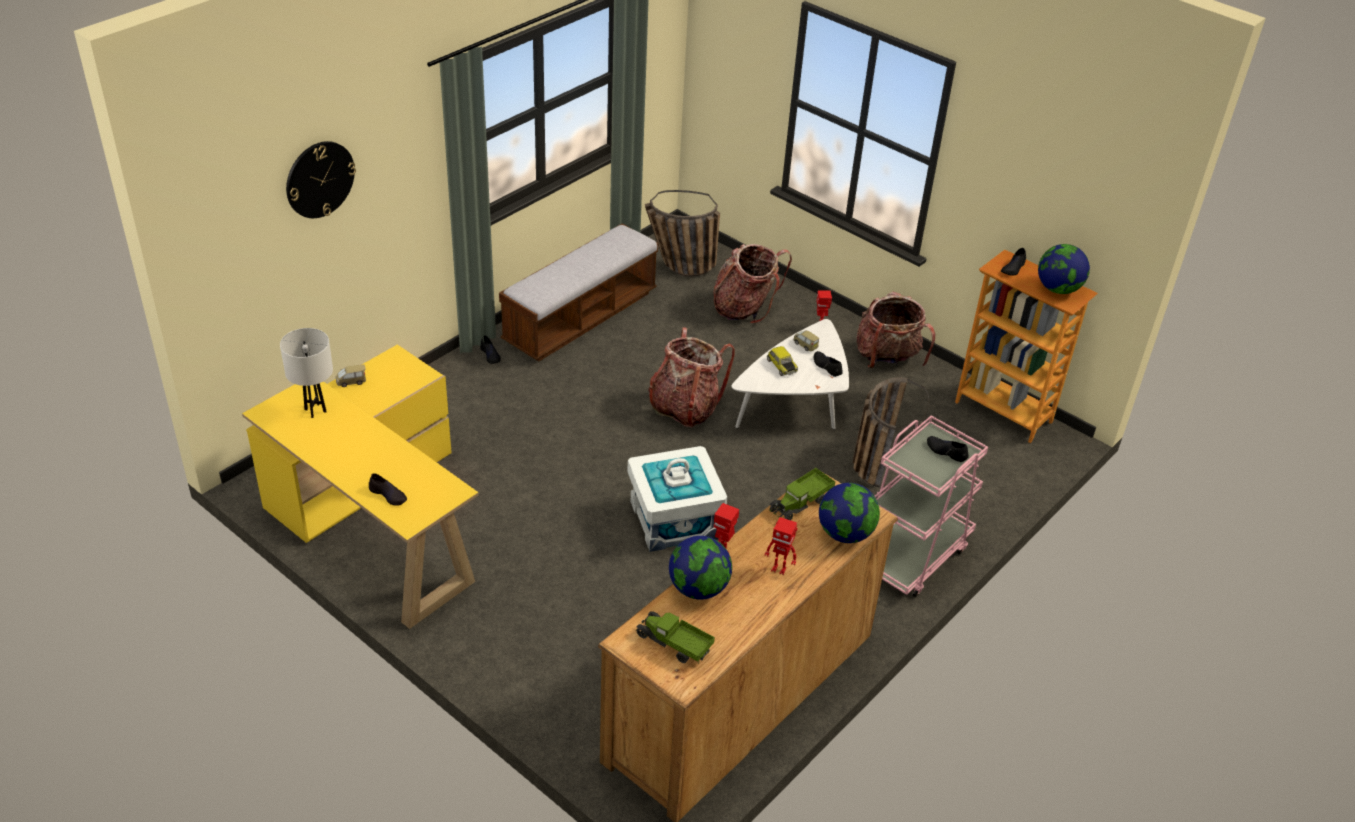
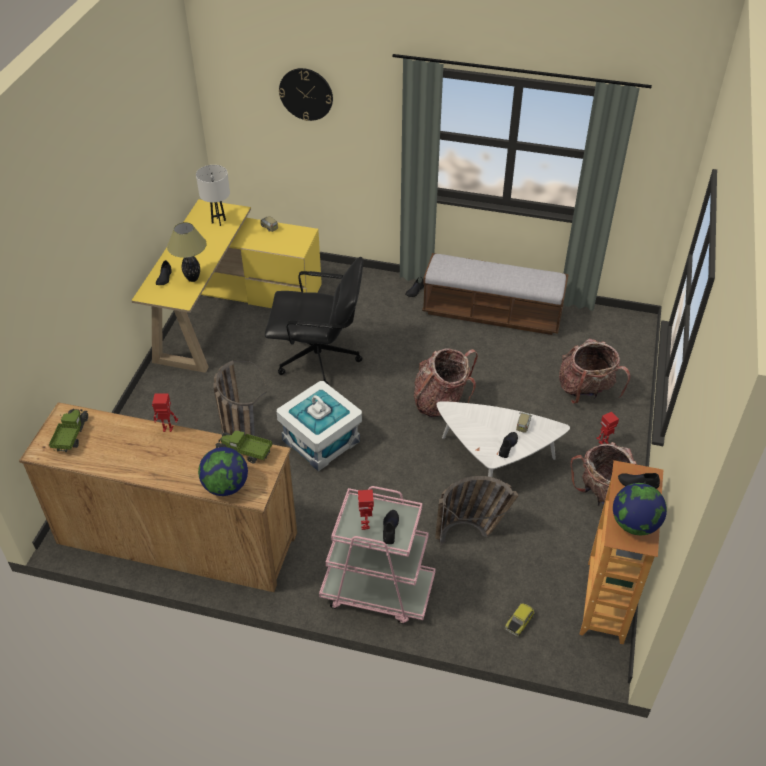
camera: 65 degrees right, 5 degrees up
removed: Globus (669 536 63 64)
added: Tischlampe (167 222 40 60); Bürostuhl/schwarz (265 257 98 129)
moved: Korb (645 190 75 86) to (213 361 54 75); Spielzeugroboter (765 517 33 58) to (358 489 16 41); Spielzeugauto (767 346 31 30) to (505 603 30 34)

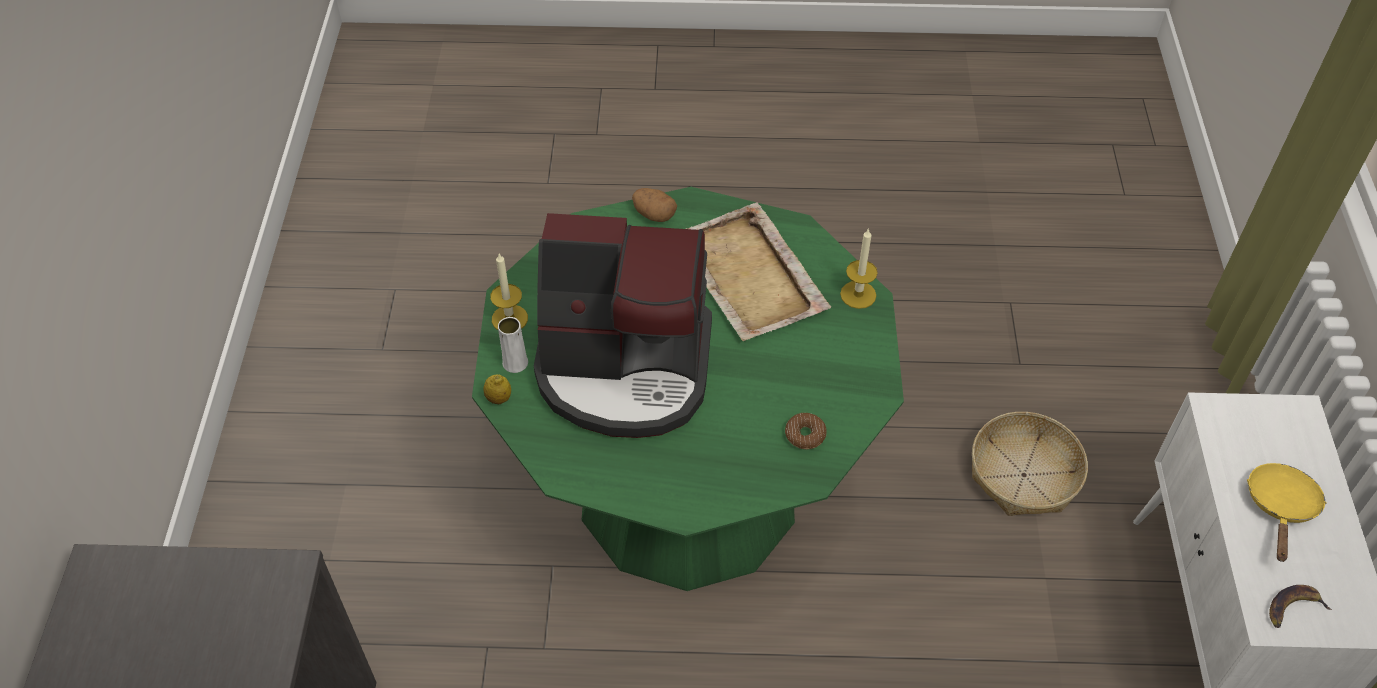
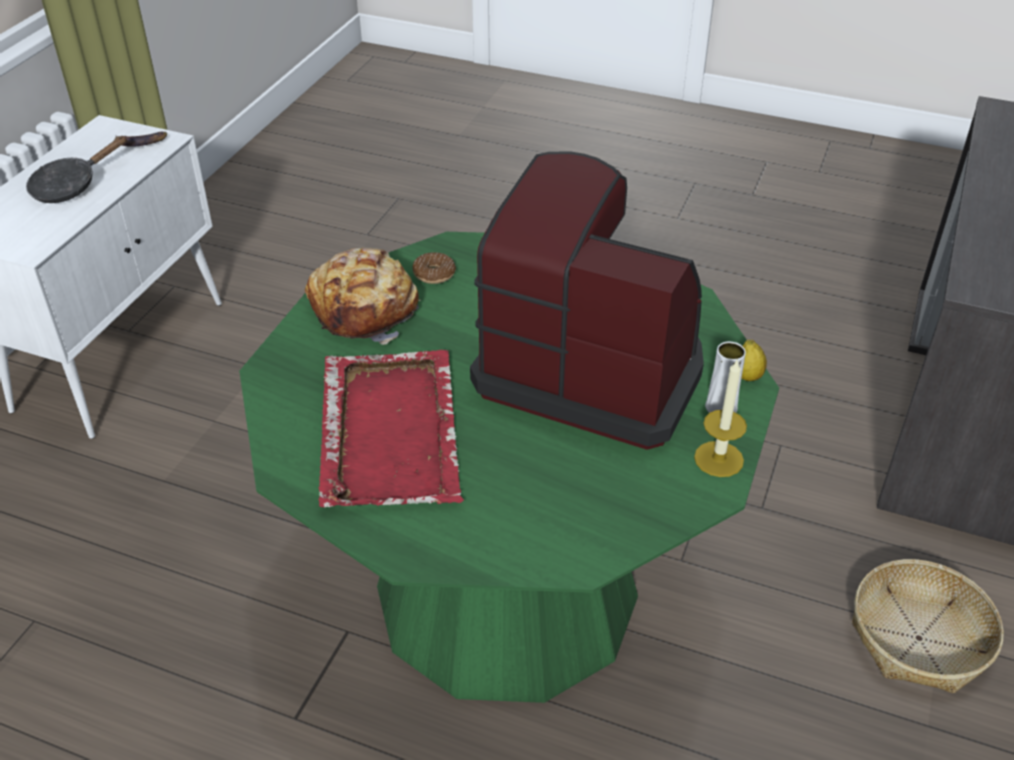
camera: 160 degrees left, 10 degrees down
removed: Kartoffel (632 188 45 34); Kerze (840 228 38 81)
added: Brot (305 248 116 97)
moved: Korb (972 412 116 104) to (852 559 152 134)
recoloured: Tablett/beige (686 202 145 139) to Tablett/rot (318 350 146 157); Pfanne/gelb (1247 463 80 99) to Pfanne/schwarz (26 136 101 67)

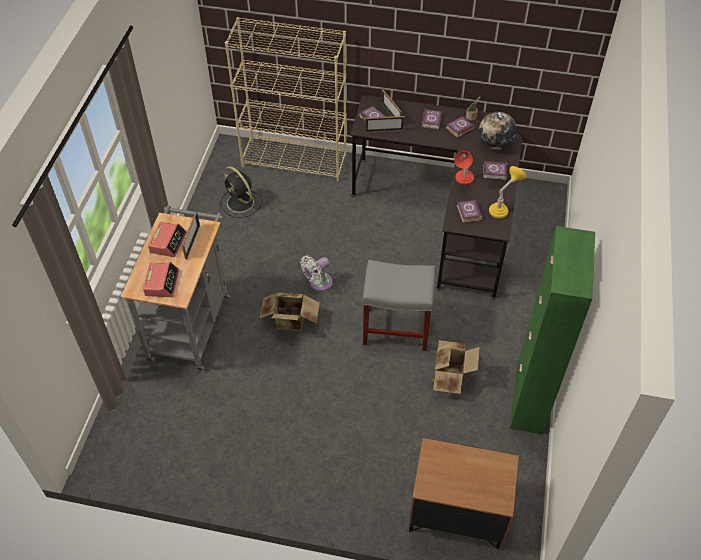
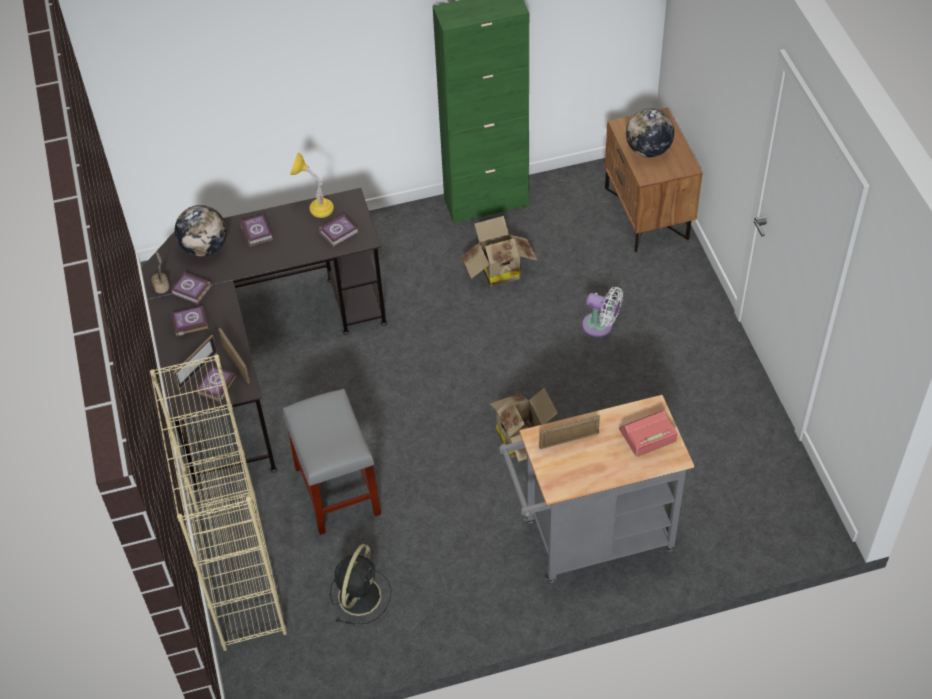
camera: 115 degrees left, 0 degrees up
removed: Wecker (148 222 39 35); Tischlampe/rot (454 151 20 34)
added: Globus (626 108 48 49)
moved: Ventilator/weiß (301 256 32 35) to (582 287 41 50); Hocker/grau (363 260 72 91) to (283 389 98 146)

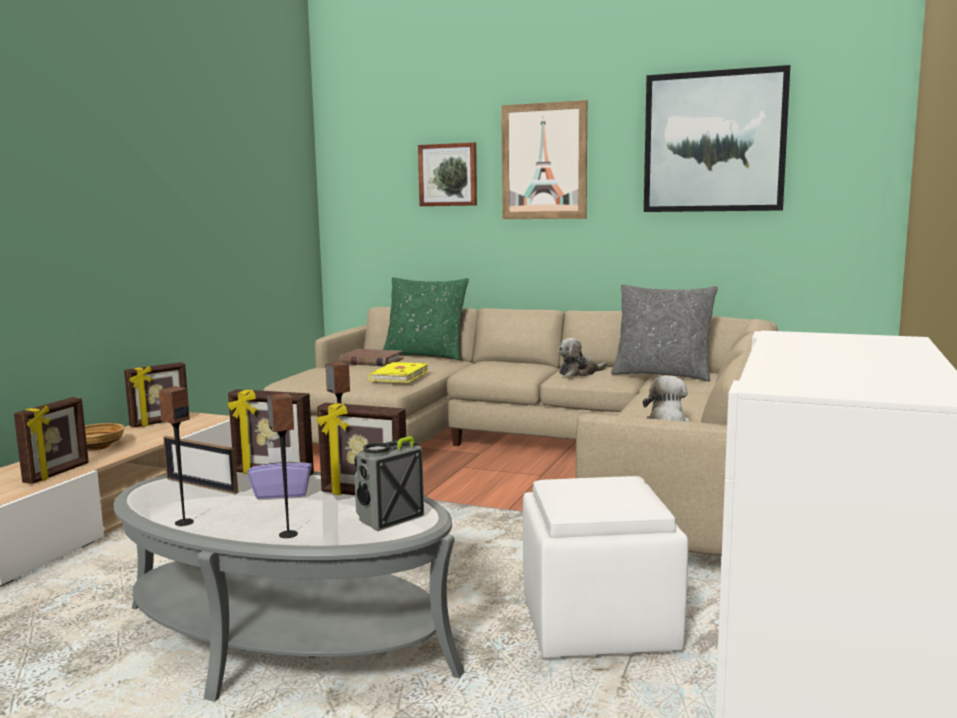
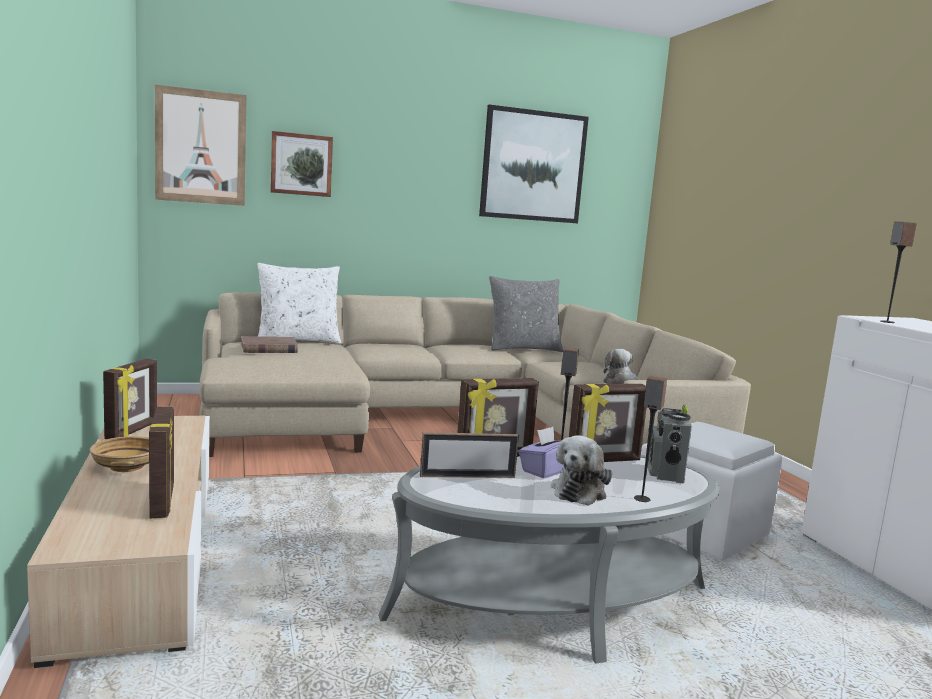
camera: 40 degrees left, 0 degrees up
removed: Buch/gelb (369 362 60 20)
moved: Lautsprecher (159 386 35 140) to (881 222 36 101); Bild (501 100 86 119) to (155 85 92 121); Plüschtier (558 338 49 39) to (551 436 61 70)
recoloured: Kissen/grün (383 277 86 83) to Kissen/weiß (257 263 84 81)

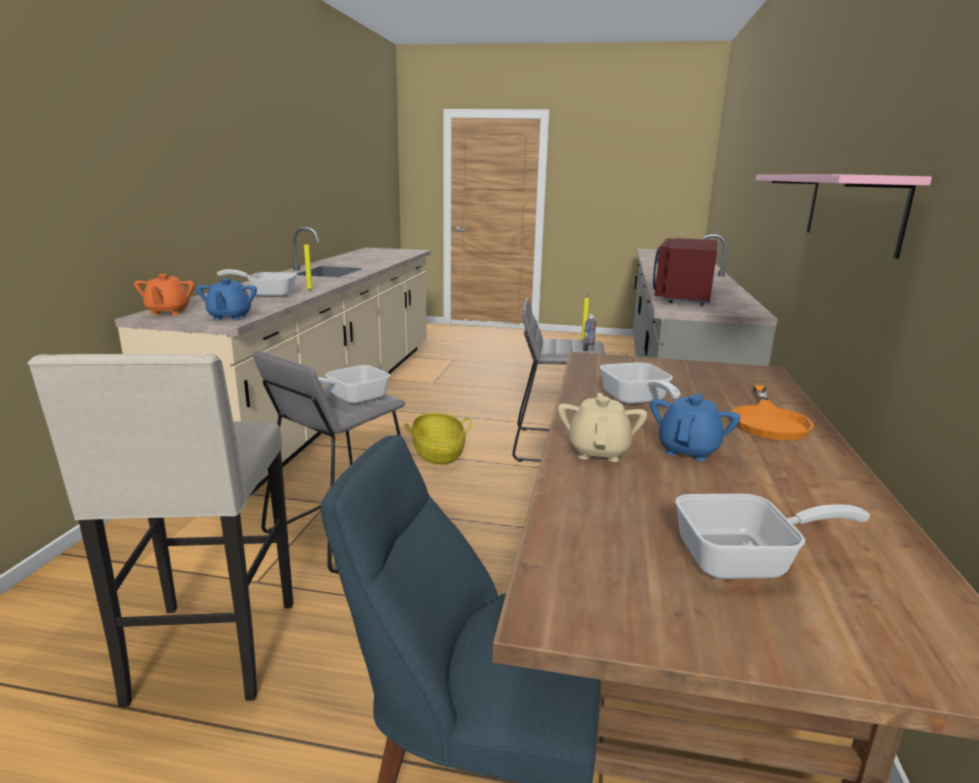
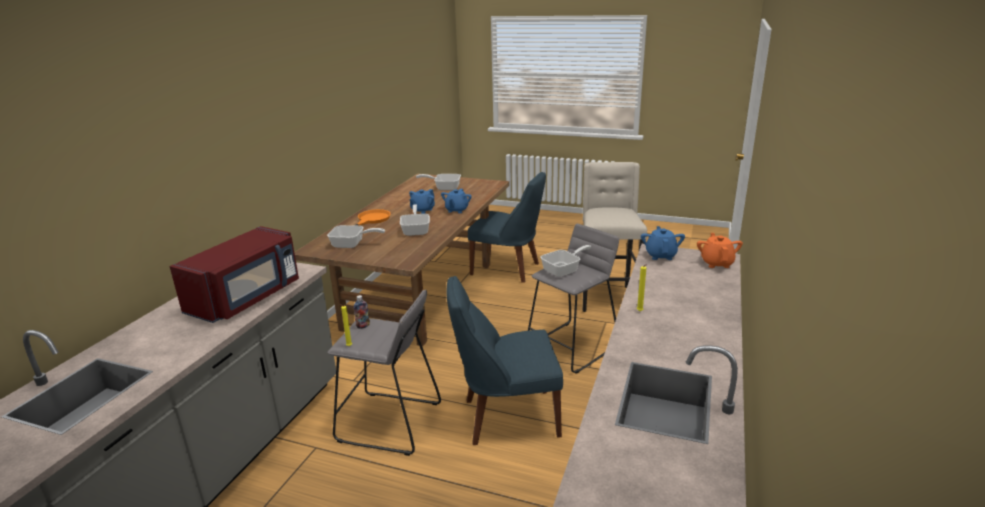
camera: 170 degrees left, 5 degrees up
removed: Wandregal/rosa (756 174 176 85)
moved: Pfanne (217 269 80 28) to (327 225 58 23)
replaced: Korb (404 413 68 52) to Stuhl/blau (446 276 117 169)
recoloured: Teekanne/beige (558 393 89 69) to Teekanne/blau (441 189 31 24)

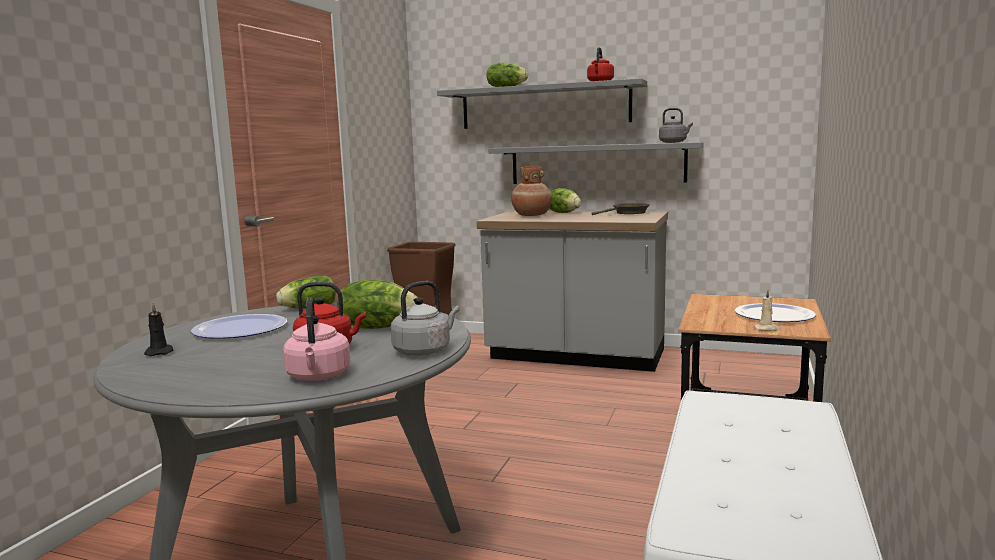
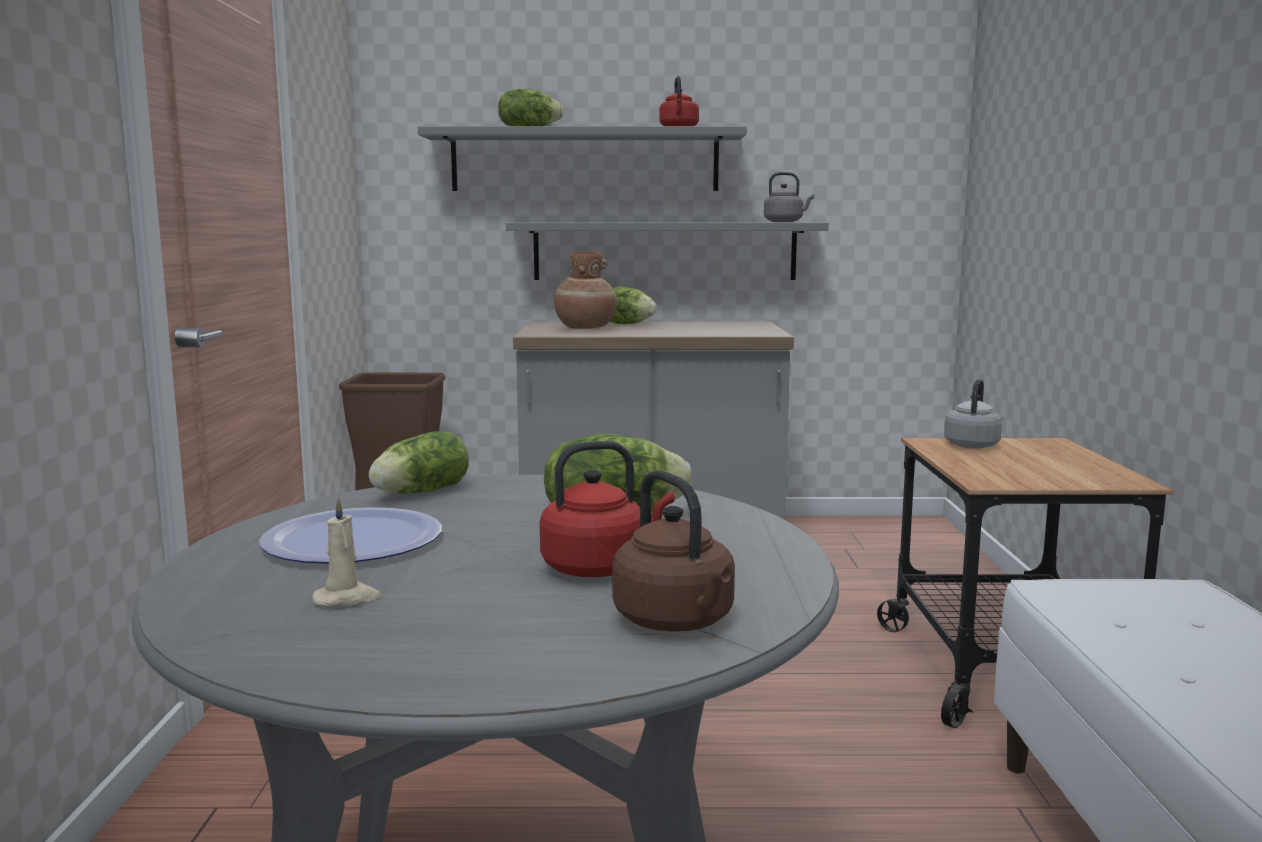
camera: 20 degrees left, 0 degrees up
removed: Kerze/schwarz (144 303 29 53); Pfanne/braun (591 203 59 12); Teller (735 303 81 19)
moved: Wasserkessel/grau (391 281 69 75) to (944 379 58 70); Kerze/beige (754 289 27 42) to (312 496 69 110)
recoloured: Wasserkessel/rosa (283 297 67 84) to Wasserkessel/braun (612 470 123 162)

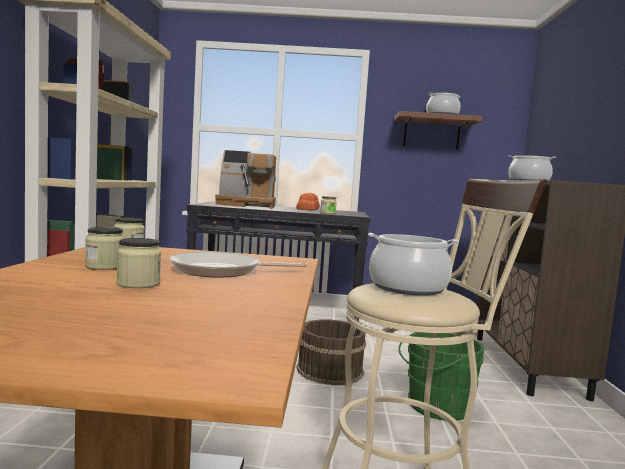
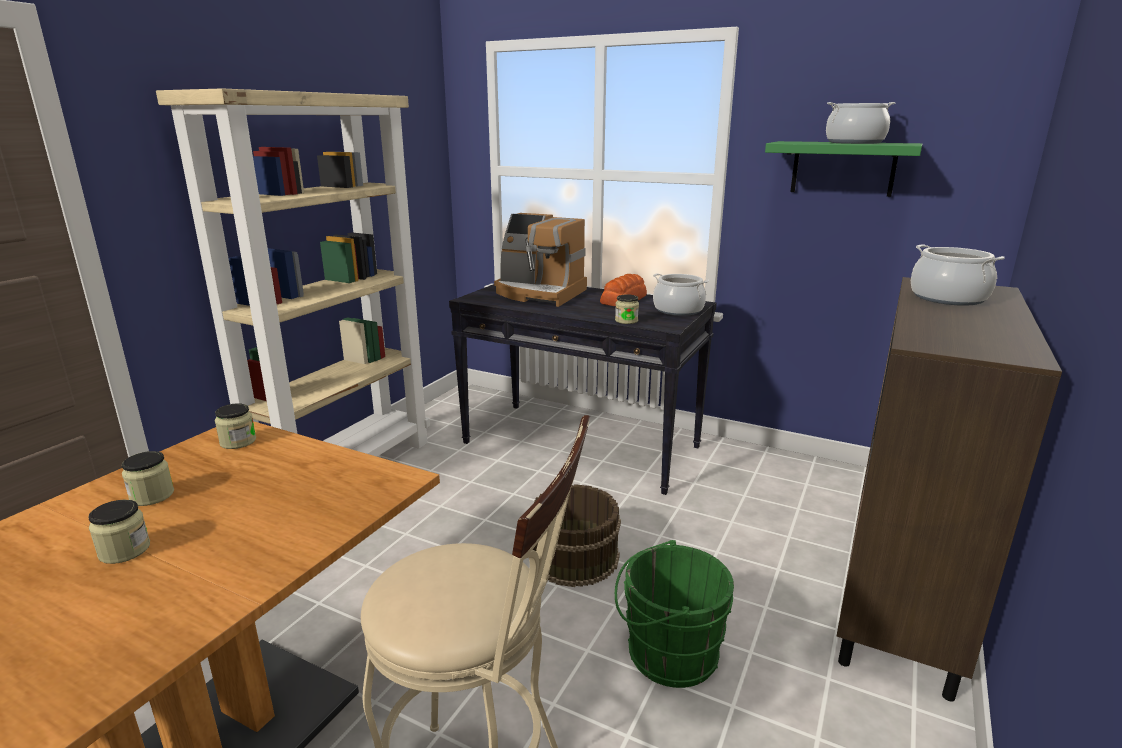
camera: 25 degrees right, 15 degrees up
removed: Pfanne (170 252 137 25)
moved: Kochtopf (368 233 91 63) to (653 273 56 43)
recoloured: Wandregal/braun (394 111 89 38) to Wandregal/grün (765 141 157 56)

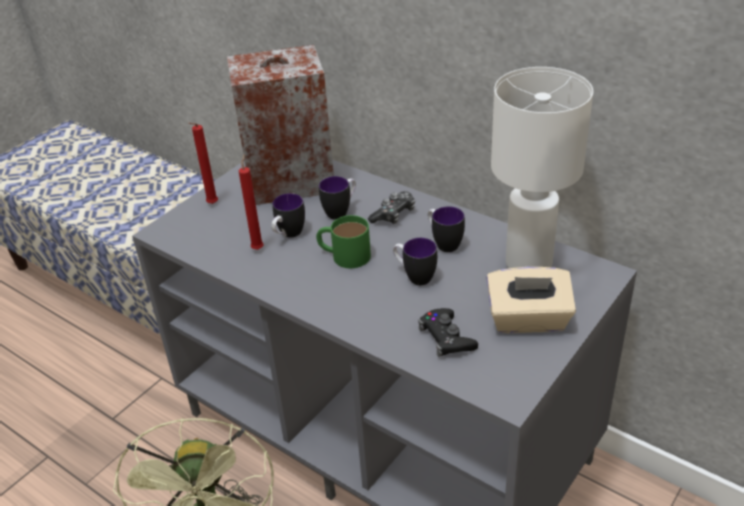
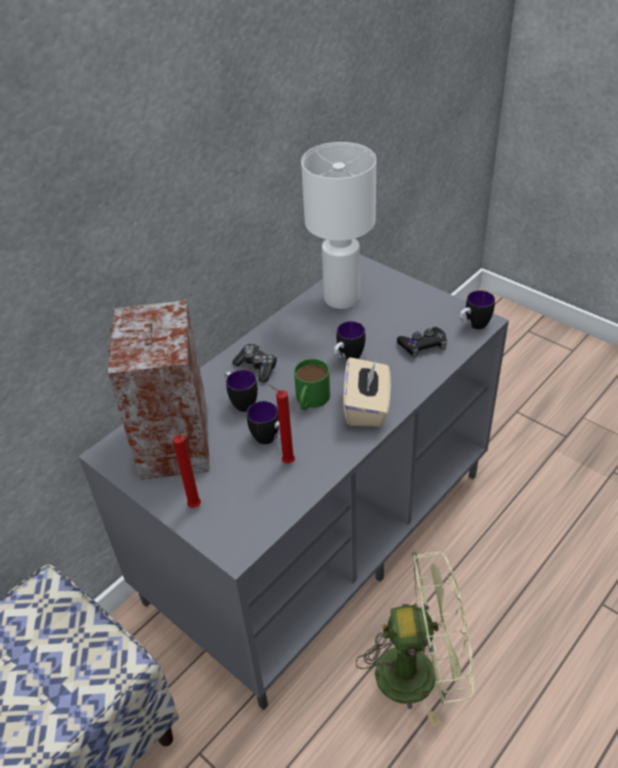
camera: 85 degrees left, 5 degrees up
moved: Henkelbecher (428 206 37 46) to (459 290 36 39); Taschentuchbox/beige (486 267 90 66) to (343 357 48 70)

